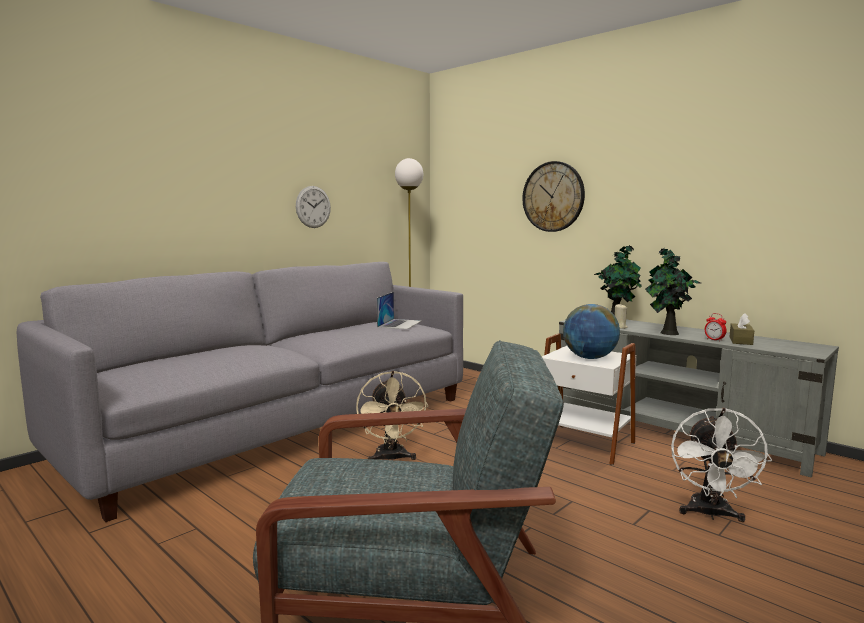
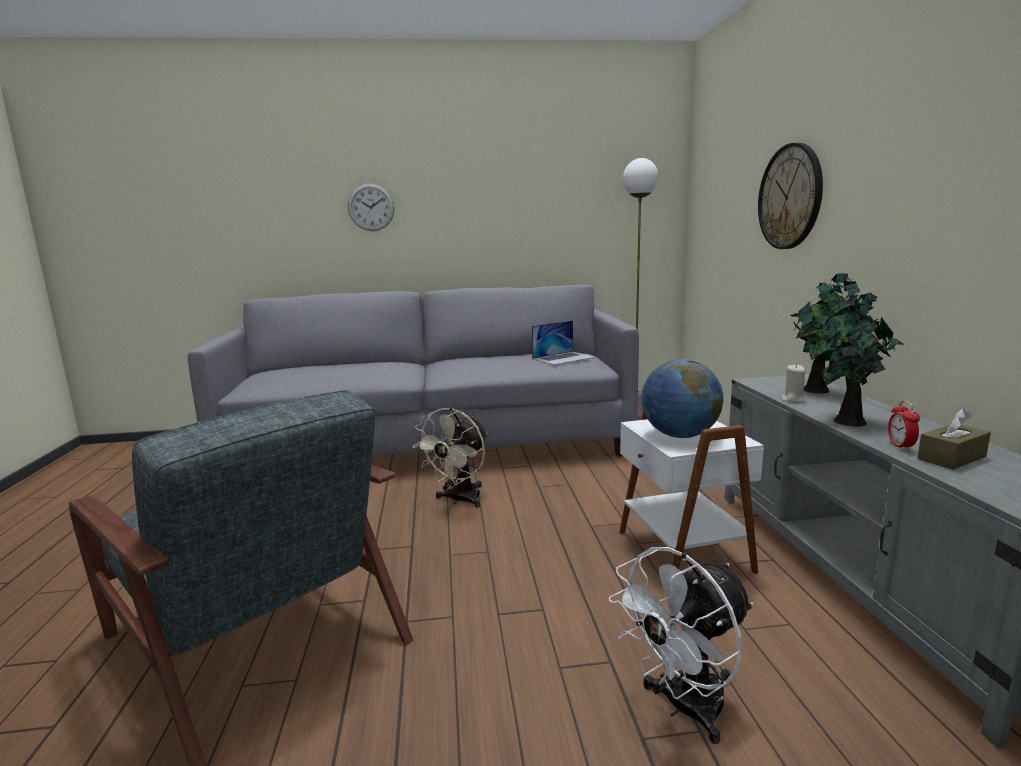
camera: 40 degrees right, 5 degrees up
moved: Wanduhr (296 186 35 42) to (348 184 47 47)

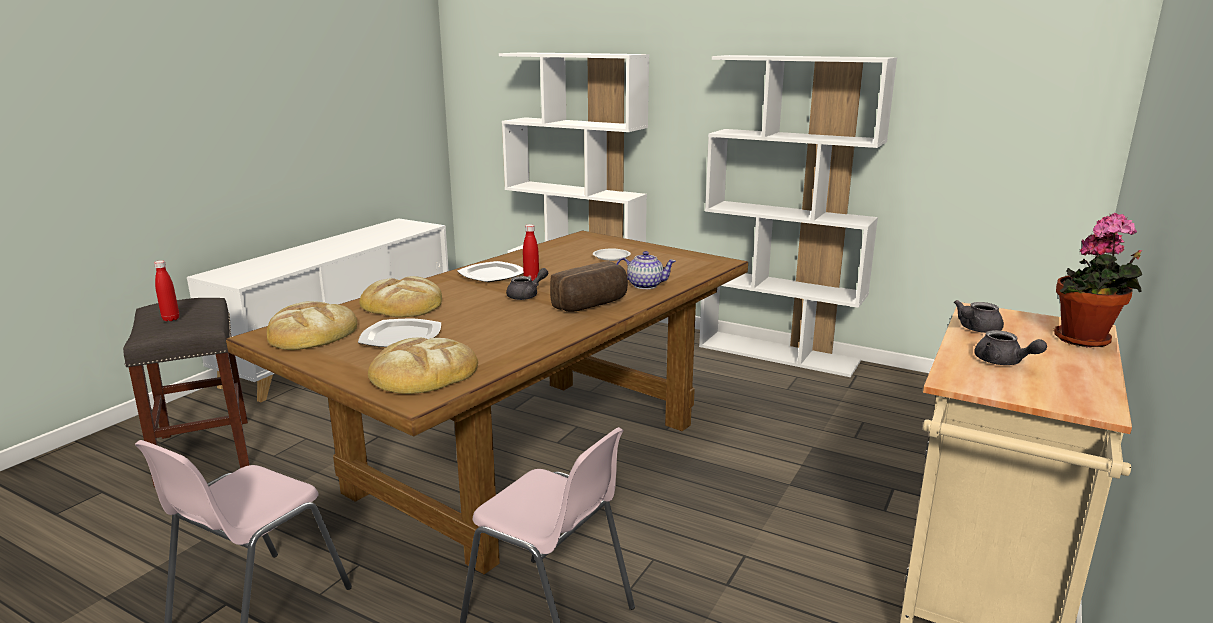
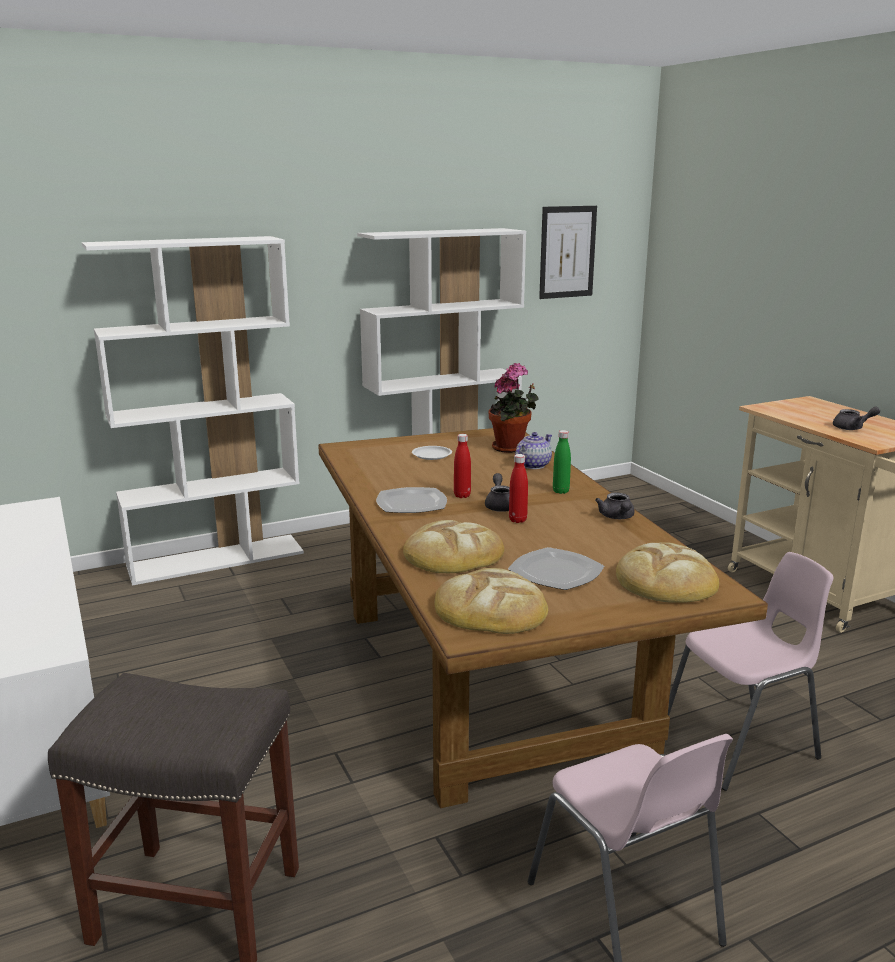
camera: 55 degrees left, 0 degrees up
added: Bild (539 206 58 93)
moved: Flasche/rot (154 260 25 61) to (509 454 19 69); Teekanne/grau (954 300 50 33) to (595 493 40 26); Topfpflanze (1054 213 88 135) to (489 363 50 90)
replaced: Brot (550 261 78 51) to Flasche/grün (553 430 18 64)

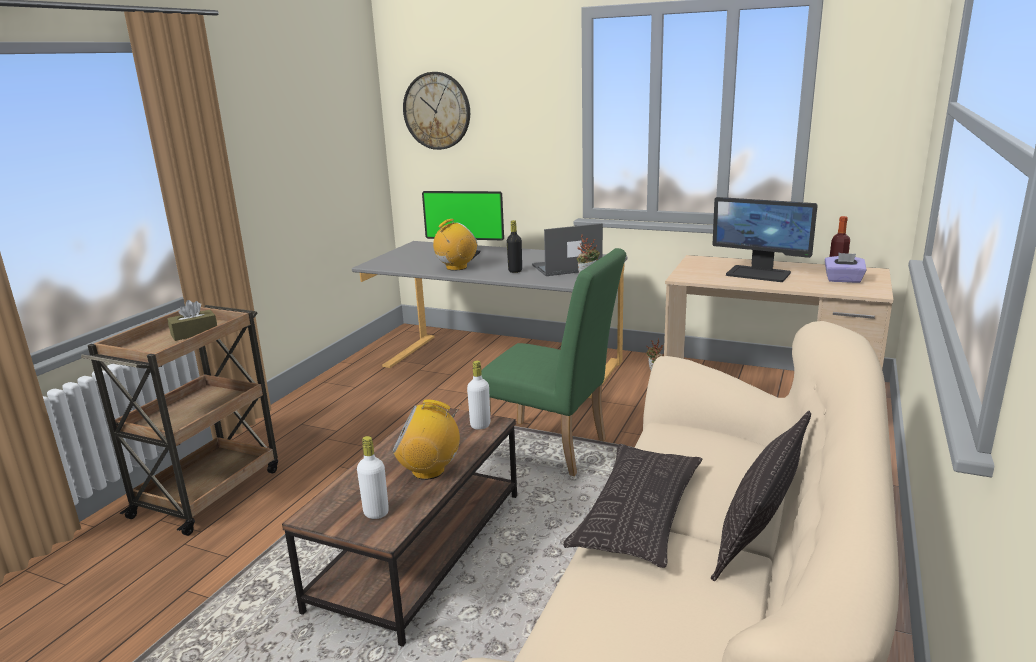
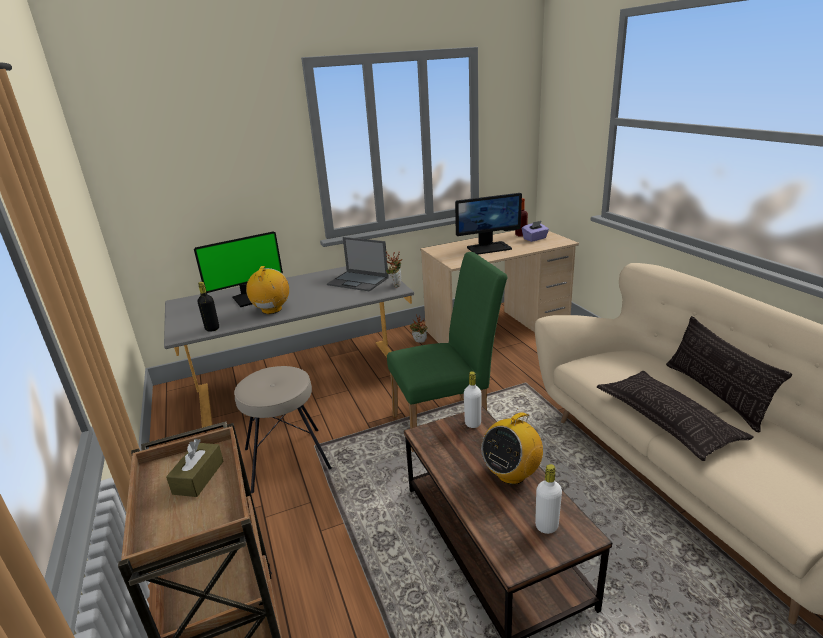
camera: 45 degrees left, 5 degrees up
removed: Wanduhr (403 72 67 78)
added: Hocker/beige (234 366 98 127)
moved: Flasche/schwarz (507 220 15 53) to (198 282 21 50)
turned: Laptop (532 223 71 53) = (327 237 62 54) 90 degrees counterclockwise

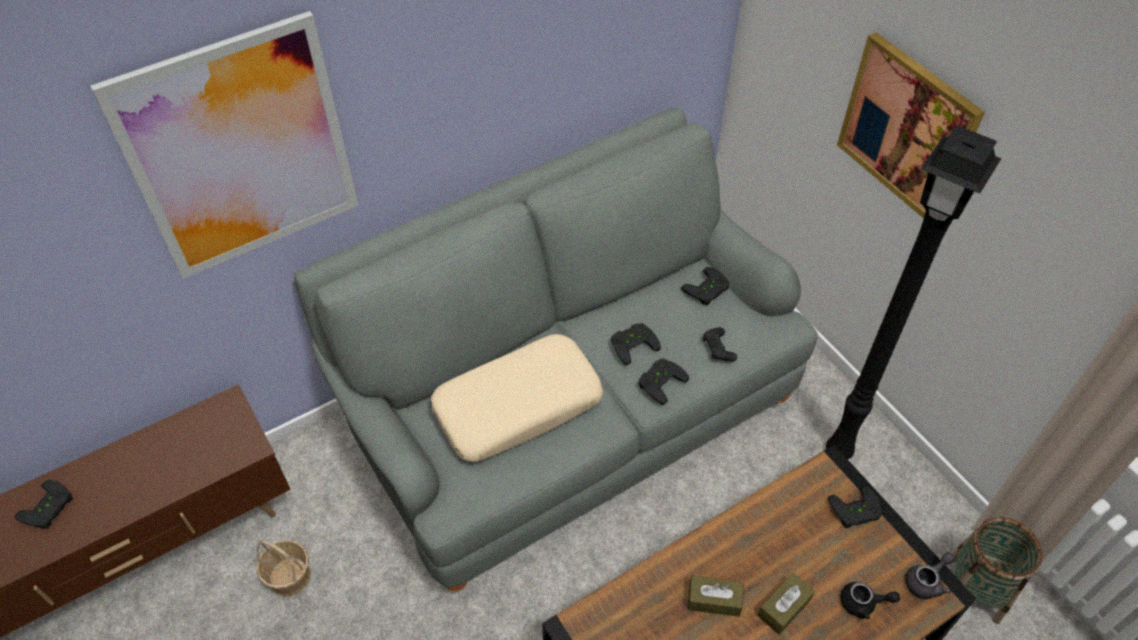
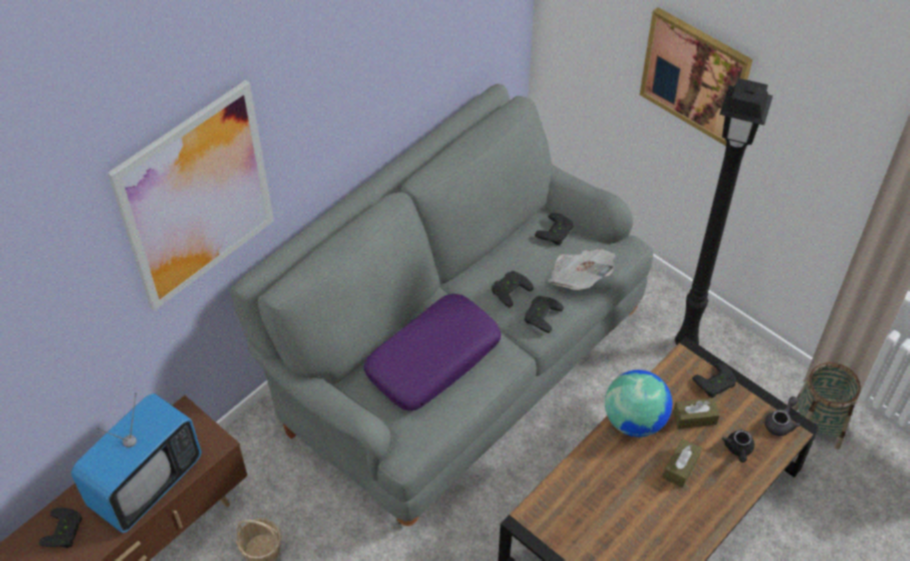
camera: 15 degrees left, 0 degrees up
added: Fernseher (71 393 130 140); Globus (605 370 67 67)
moved: Taschentuchbox/braun (688 575 55 42) to (673 398 47 31)
replaced: Gamepad/schwarz (703 327 34 35) to Zeitung (548 249 68 41)
recoloured: Kissen/beige (430 334 173 128) to Kissen/lila (364 294 137 116)
turned: Teekanne/schwarz (840 582 60 38) = (722 430 33 32) 105 degrees clockwise

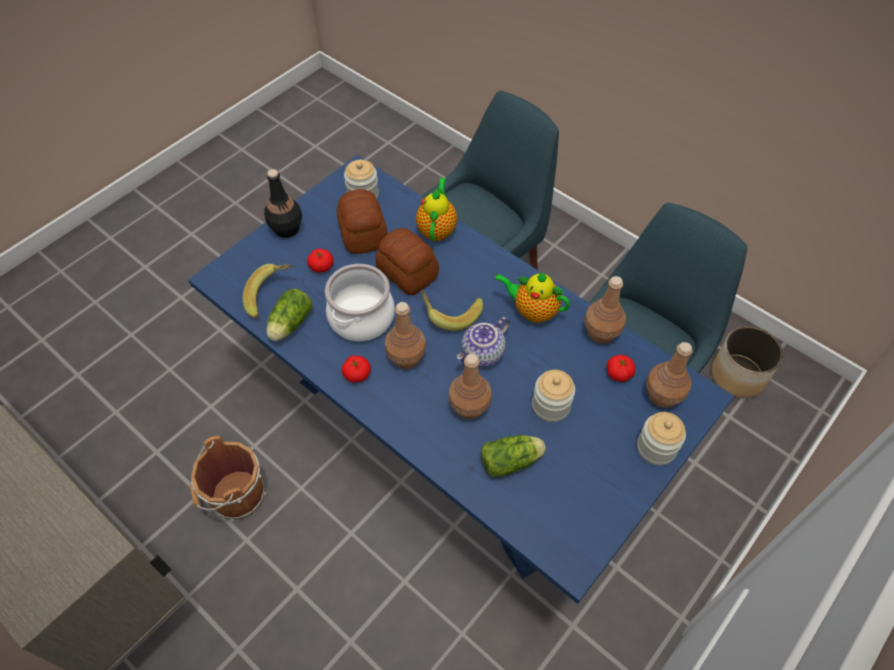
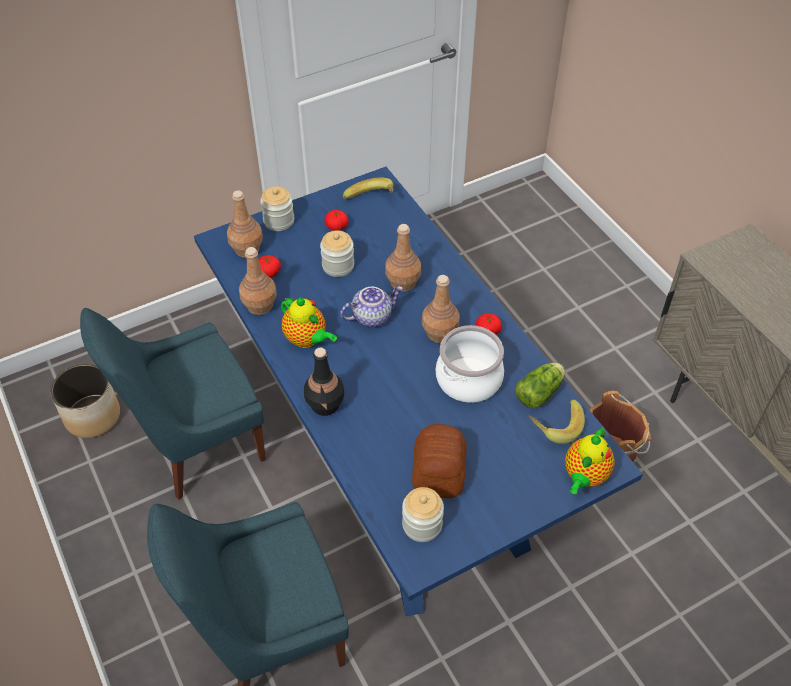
camera: 160 degrees left, 5 degrees down
removed: Brot (375 228 64 67); Salatkopf (481 435 65 42)
moved: Flasche/schwarz (264 169 38 69) to (304 348 40 68); Tomate (307 249 27 24) to (325 210 23 21); Teekanne (416 178 41 63) to (565 428 50 66); Banane (421 290 62 41) to (343 178 51 21)

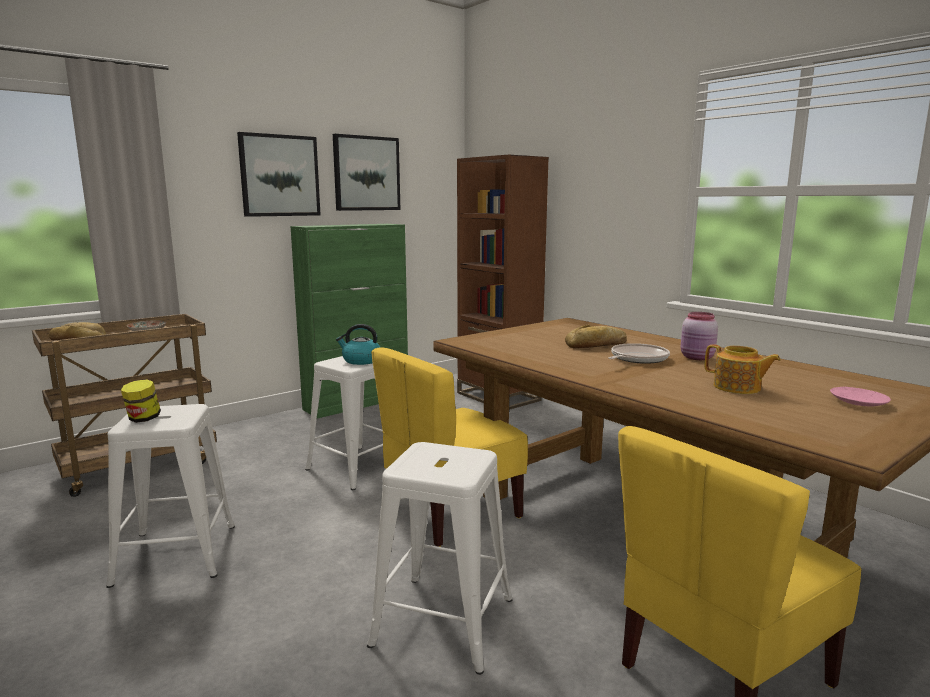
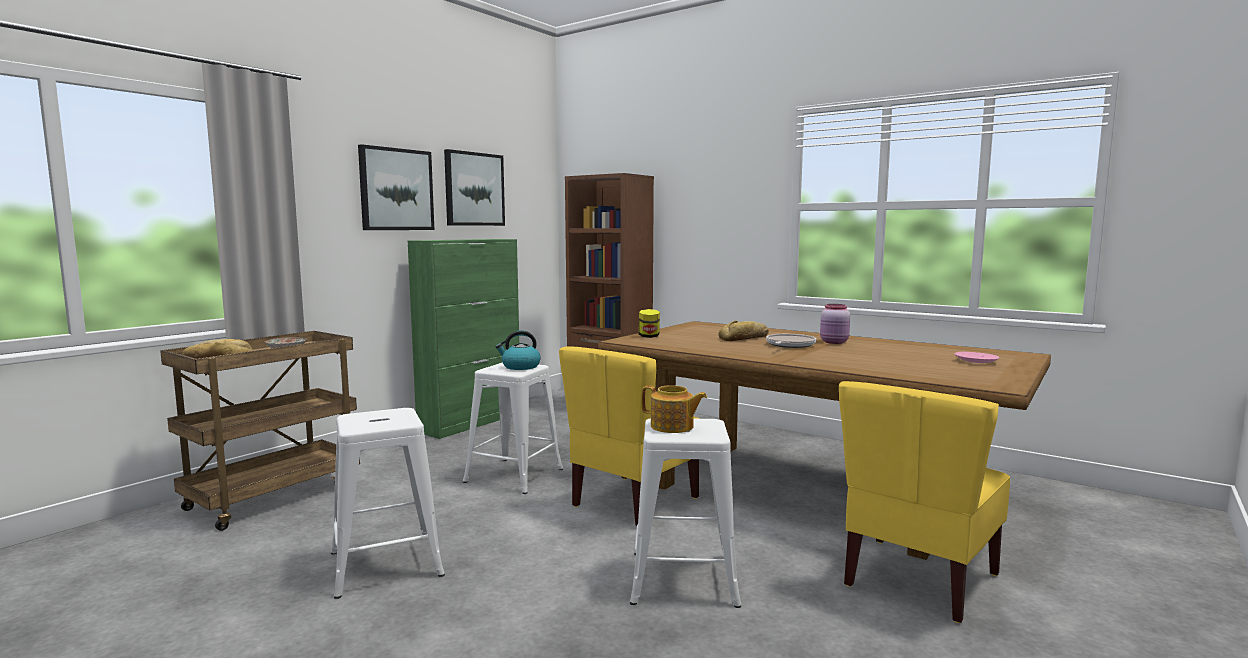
camera: 15 degrees left, 5 degrees down
moved: Vorratsglas (121 379 40 44) to (639 309 21 29); Teekanne (705 344 76 50) to (641 385 66 48)

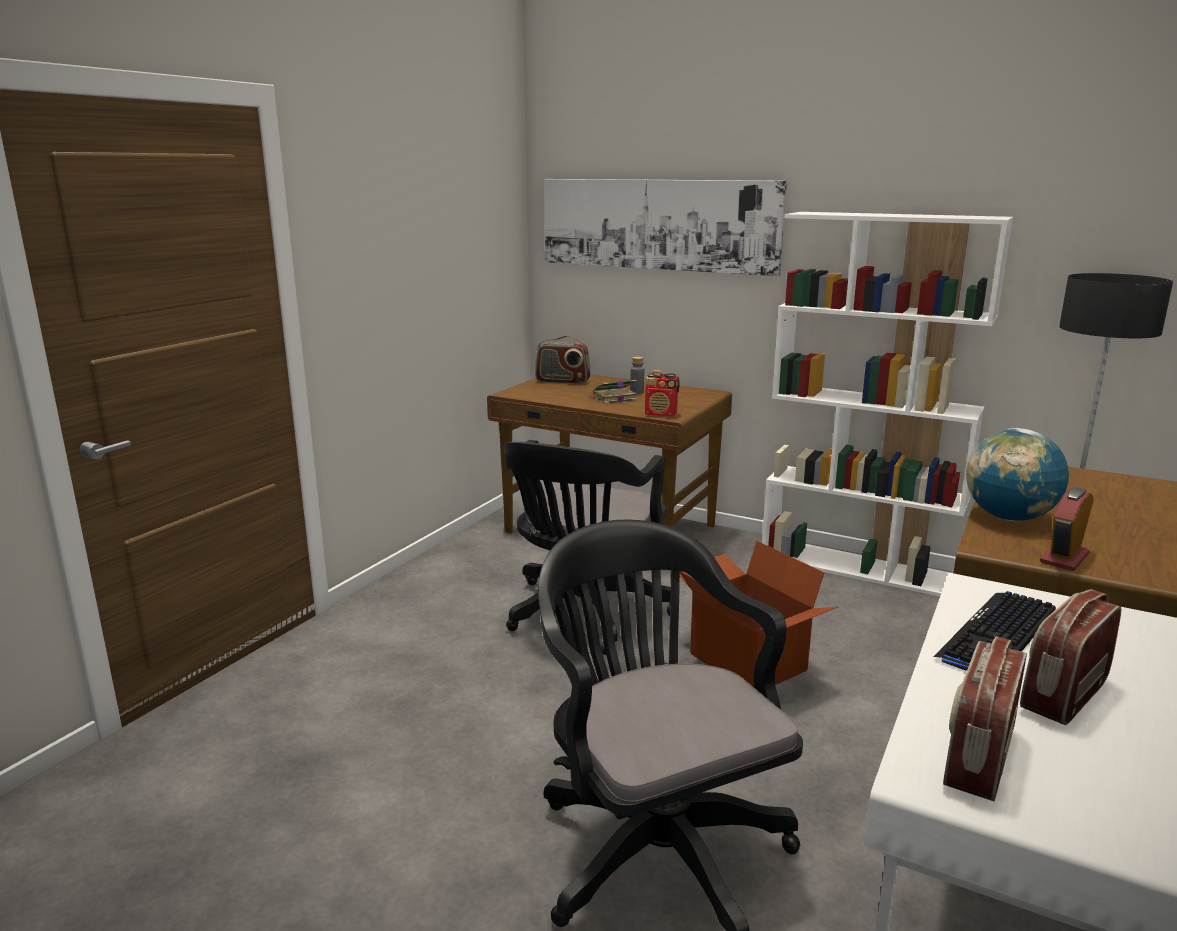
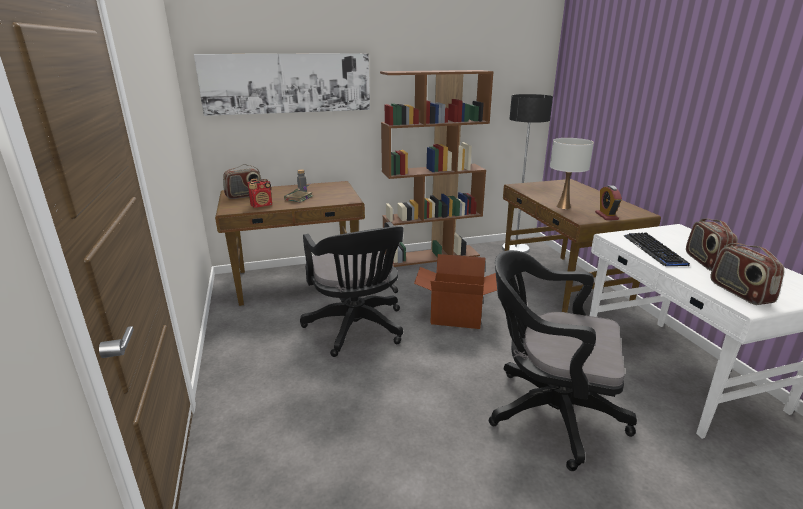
camera: 45 degrees left, 5 degrees up
moved: Radio (645 370 35 46) to (248 179 24 29)
replaced: Globus (966 428 103 93) to Tischlampe/weiß (550 138 44 71)
recoloured: Bücherregal/weiß (762 212 251 385) to Bücherregal/braun (380 70 114 197)

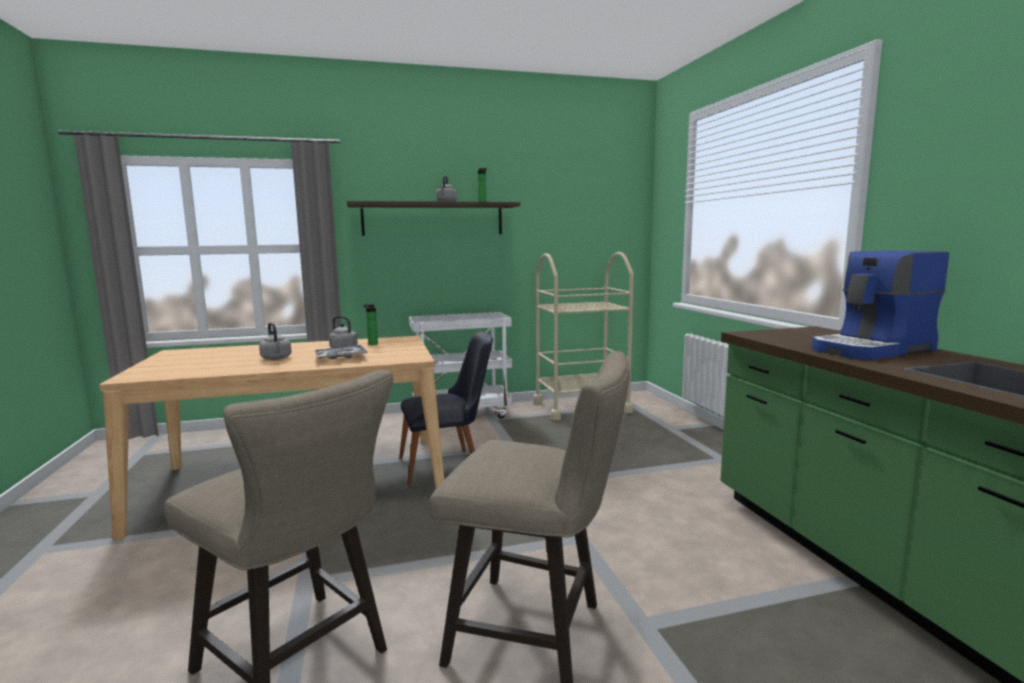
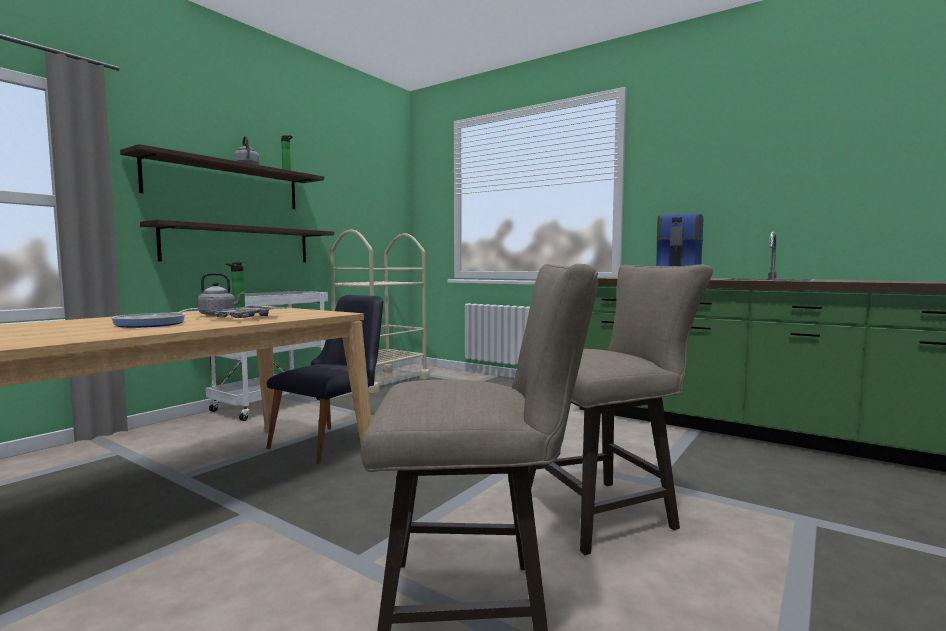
camera: 40 degrees left, 5 degrees down
added: Wandregal (140 220 194 42)
replaced: Wasserkessel/grau (259 322 33 38) to Pfanne (111 308 87 20)

